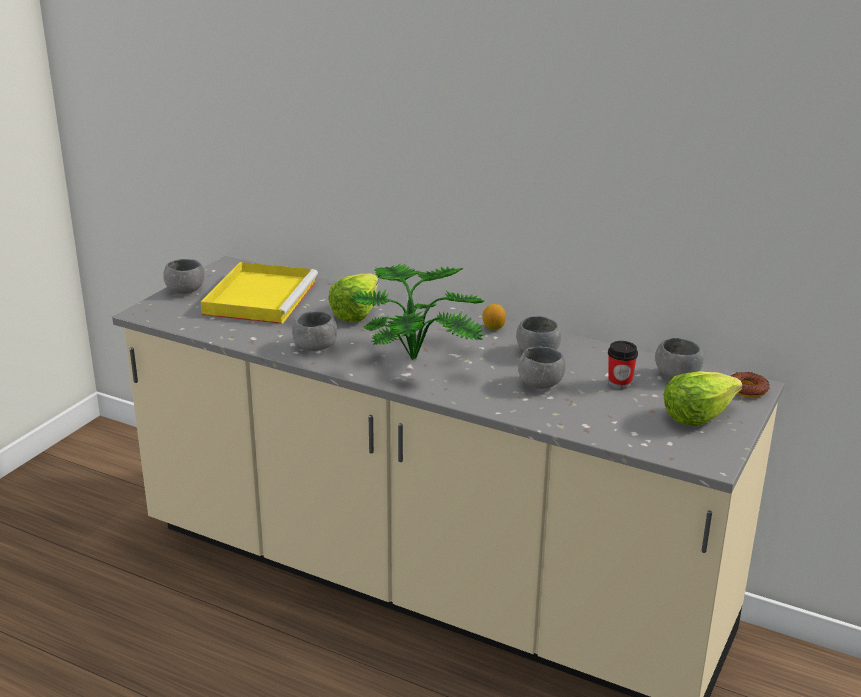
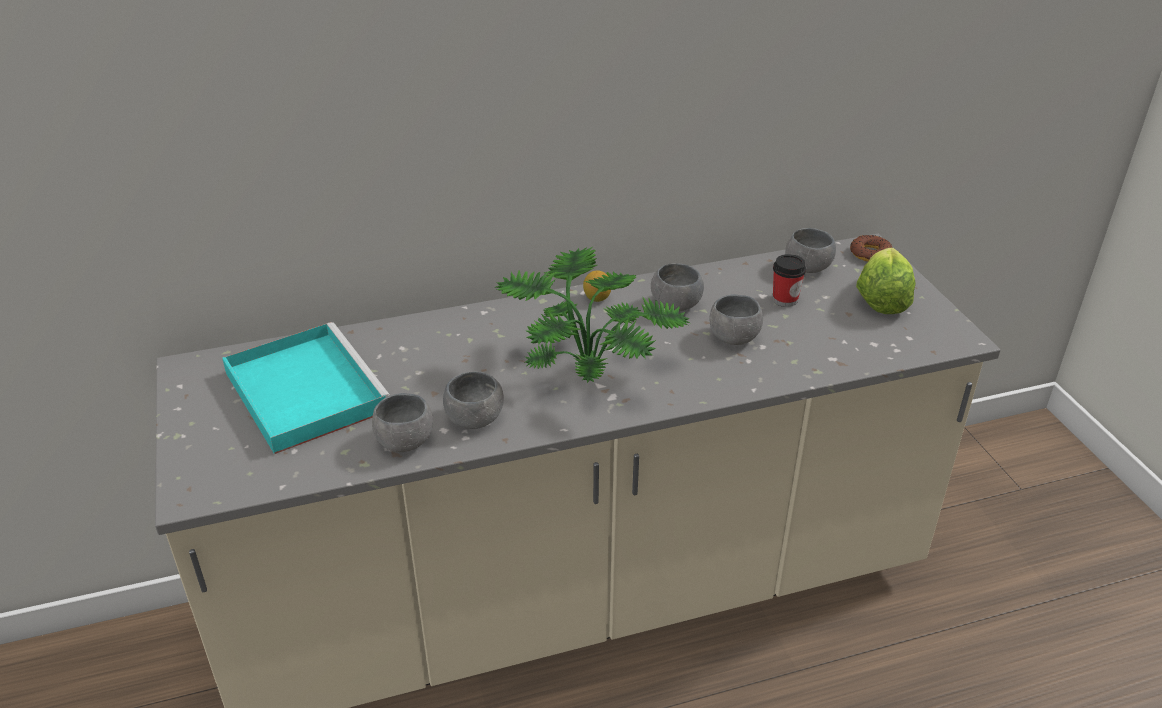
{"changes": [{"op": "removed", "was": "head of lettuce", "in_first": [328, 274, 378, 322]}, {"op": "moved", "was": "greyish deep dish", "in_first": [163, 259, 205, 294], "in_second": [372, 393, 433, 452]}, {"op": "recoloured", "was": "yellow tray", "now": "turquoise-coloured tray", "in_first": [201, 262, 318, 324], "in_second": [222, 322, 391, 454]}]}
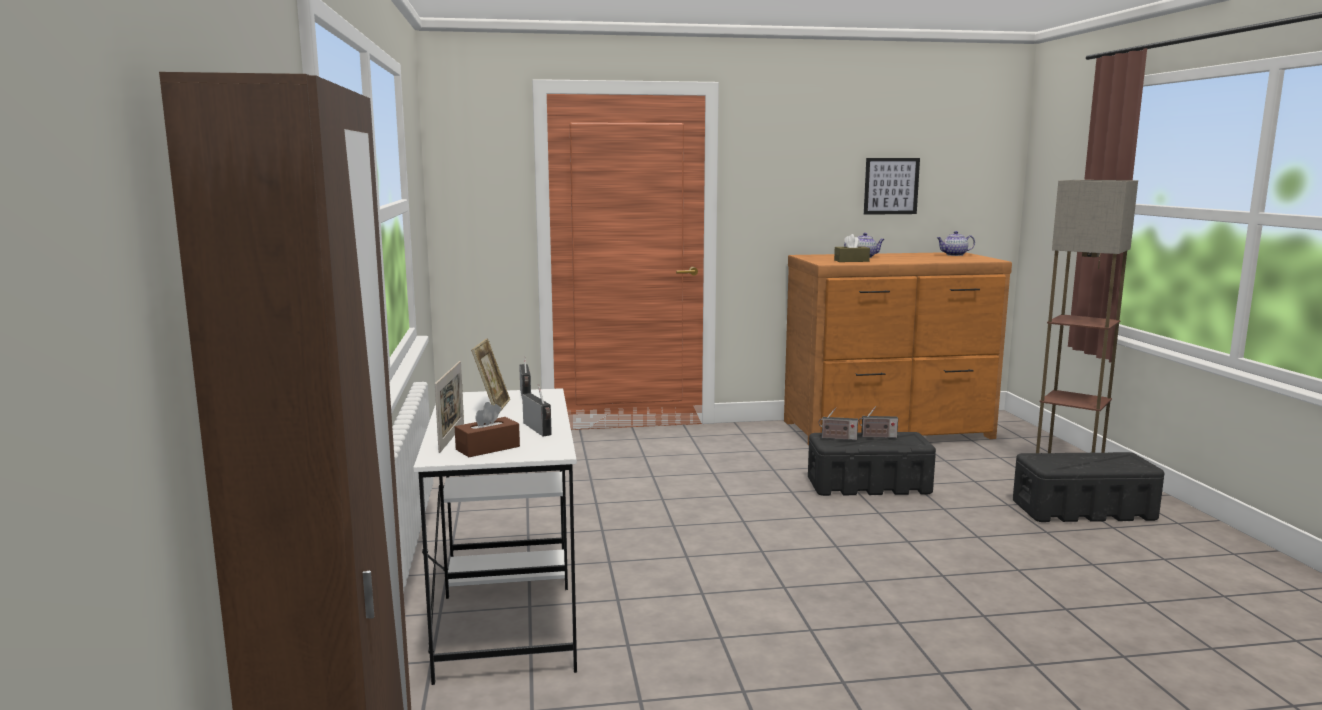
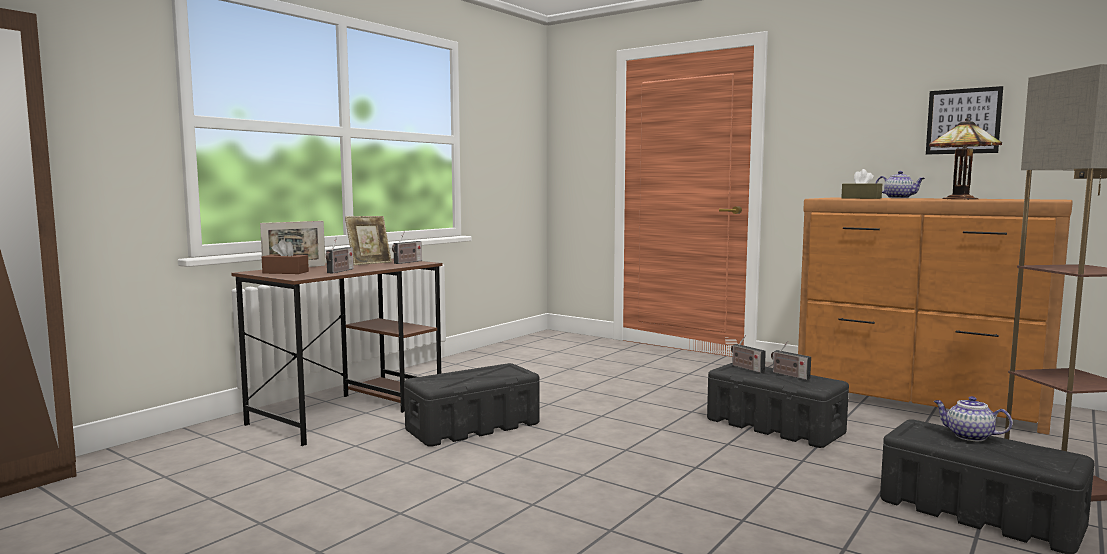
{"changes": [{"op": "added", "now": "black-coloured storage box", "in_second": [404, 363, 540, 447]}, {"op": "added", "now": "table lamp", "in_second": [929, 118, 1002, 200]}, {"op": "moved", "was": "pot for tea", "in_first": [937, 231, 975, 256], "in_second": [934, 396, 1012, 441]}, {"op": "recoloured", "was": "whitish desk", "now": "brownish desk", "in_first": [413, 388, 577, 685], "in_second": [231, 258, 443, 446]}]}
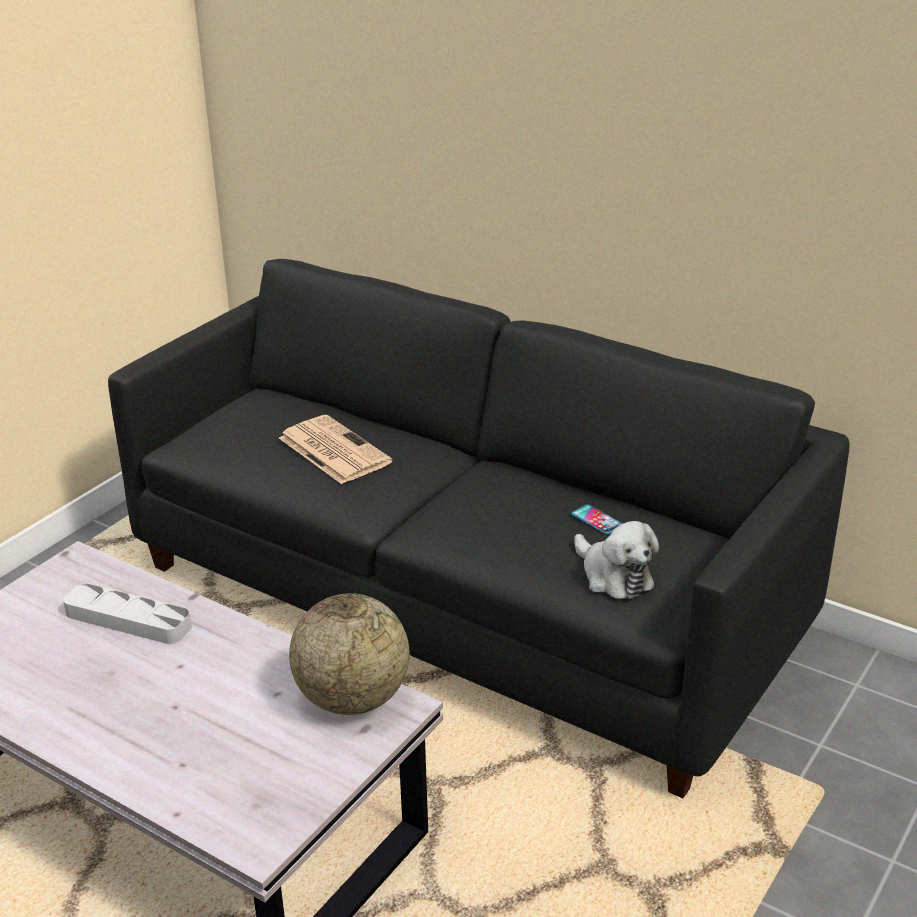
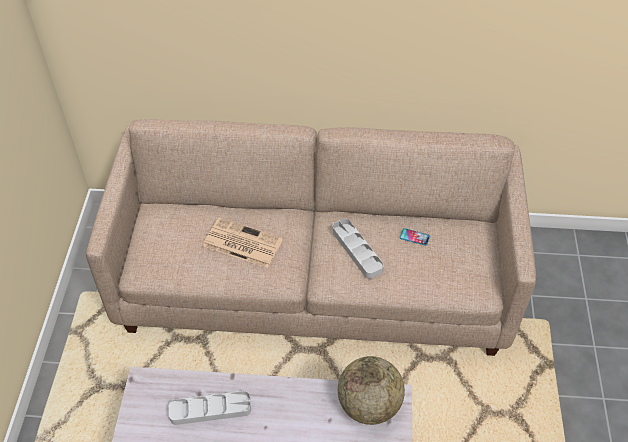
{"changes": [{"op": "removed", "was": "plush toy", "in_first": [574, 521, 659, 599]}, {"op": "added", "now": "greyish tray", "in_second": [332, 219, 383, 279]}, {"op": "recoloured", "was": "black-coloured settee", "now": "beige settee", "in_first": [108, 259, 850, 798], "in_second": [86, 119, 536, 356]}]}
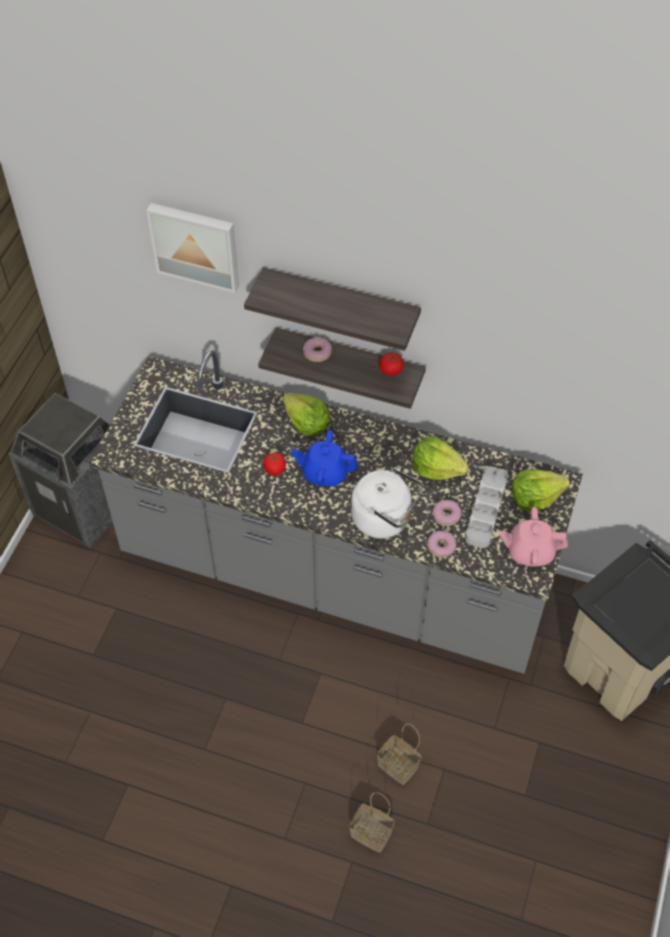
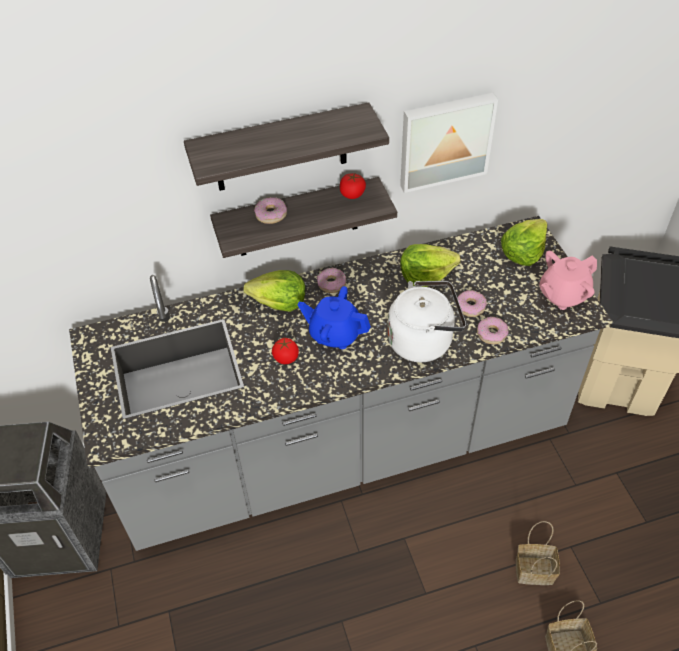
{"changes": [{"op": "removed", "was": "greyish tray", "in_first": [465, 466, 508, 548]}, {"op": "added", "now": "doughnut", "in_second": [317, 268, 346, 293]}, {"op": "moved", "was": "wall picture", "in_first": [146, 203, 239, 293], "in_second": [400, 93, 498, 193]}, {"op": "turned", "was": "blue pot for tea", "in_first": [291, 430, 358, 487], "in_second": [298, 286, 371, 349], "clockwise": 45}]}
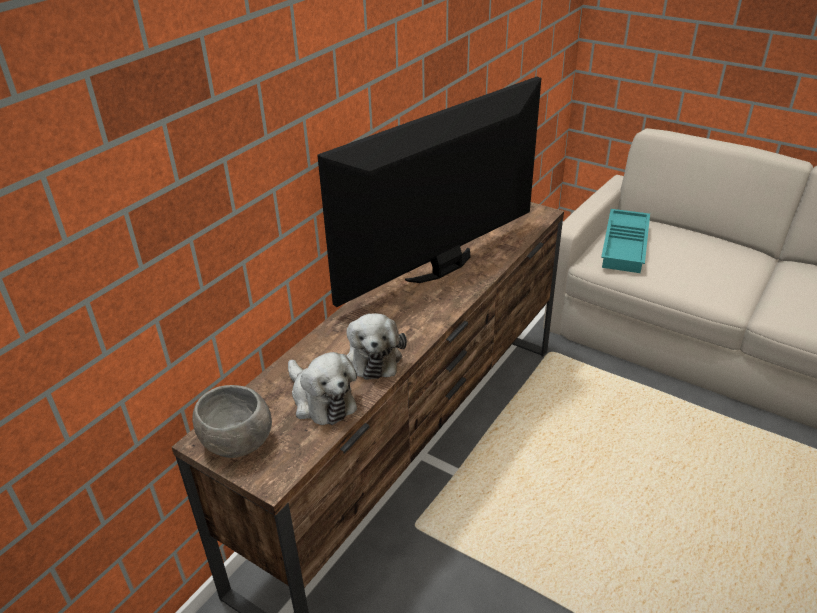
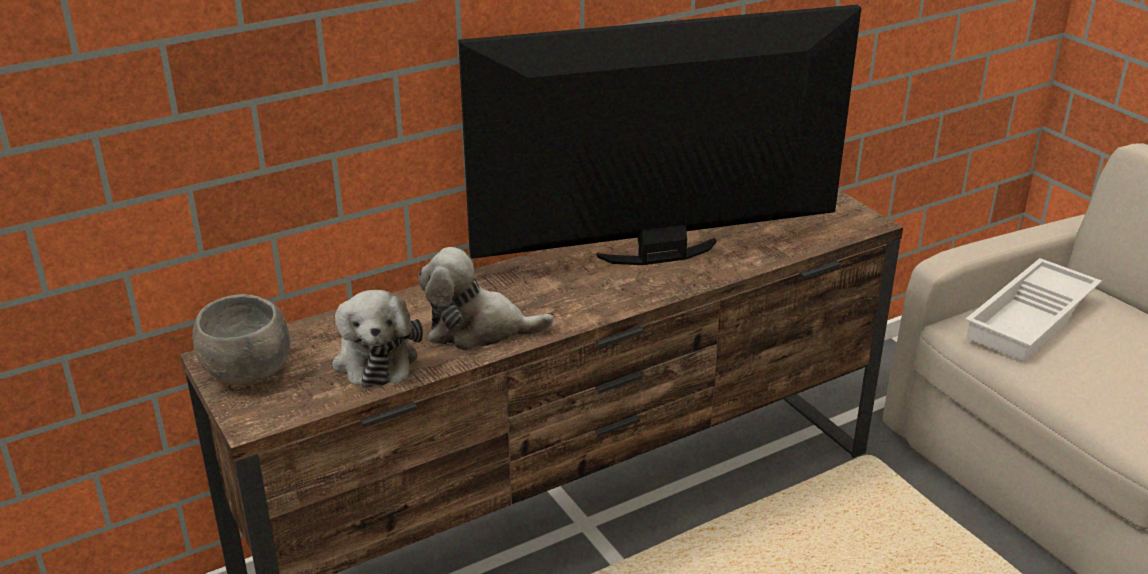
{"changes": [{"op": "recoloured", "was": "turquoise-coloured tray", "now": "whitish tray", "in_first": [601, 209, 650, 273], "in_second": [965, 258, 1102, 362]}, {"op": "turned", "was": "plush toy", "in_first": [347, 313, 407, 380], "in_second": [418, 247, 554, 351], "clockwise": 75}]}
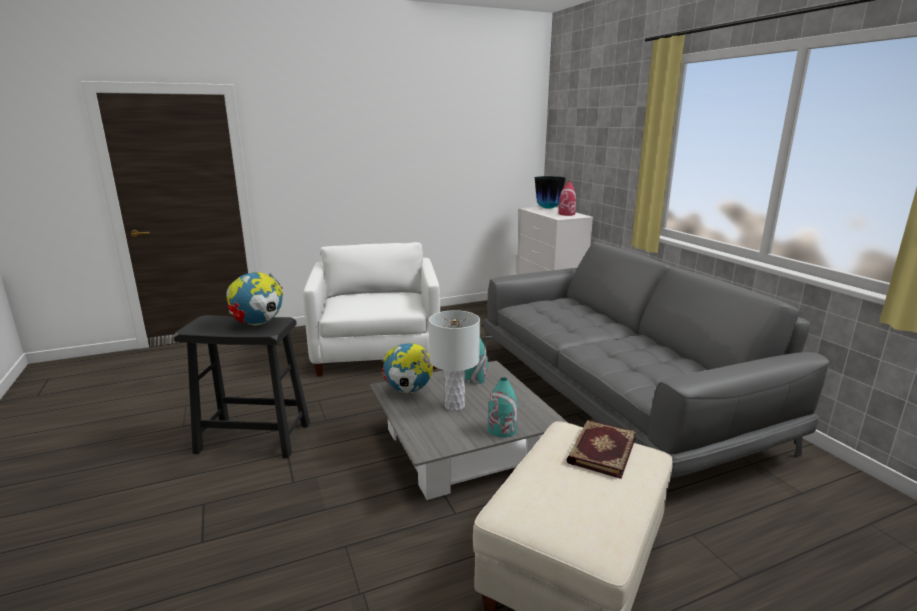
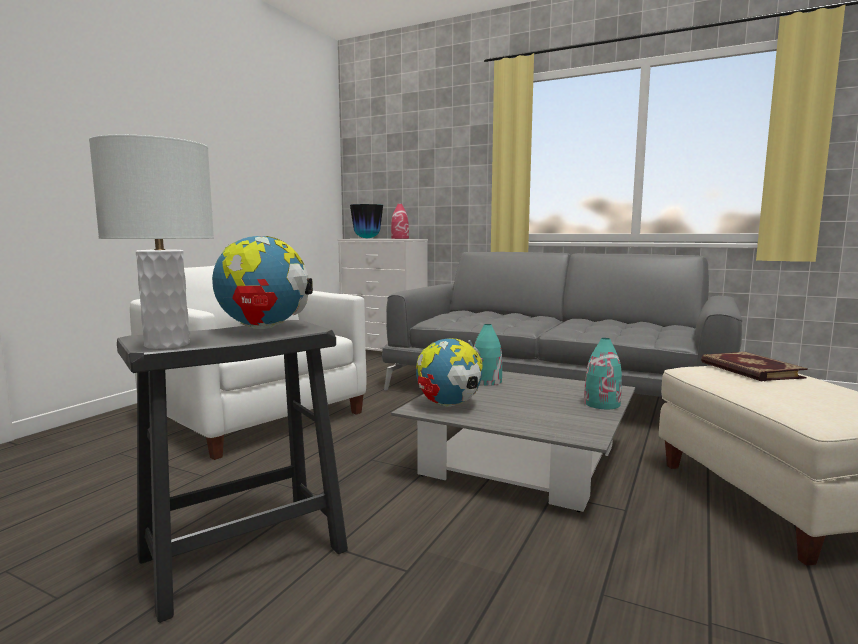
{"changes": [{"op": "moved", "was": "whitish table lamp", "in_first": [429, 310, 480, 411], "in_second": [89, 135, 214, 349]}]}
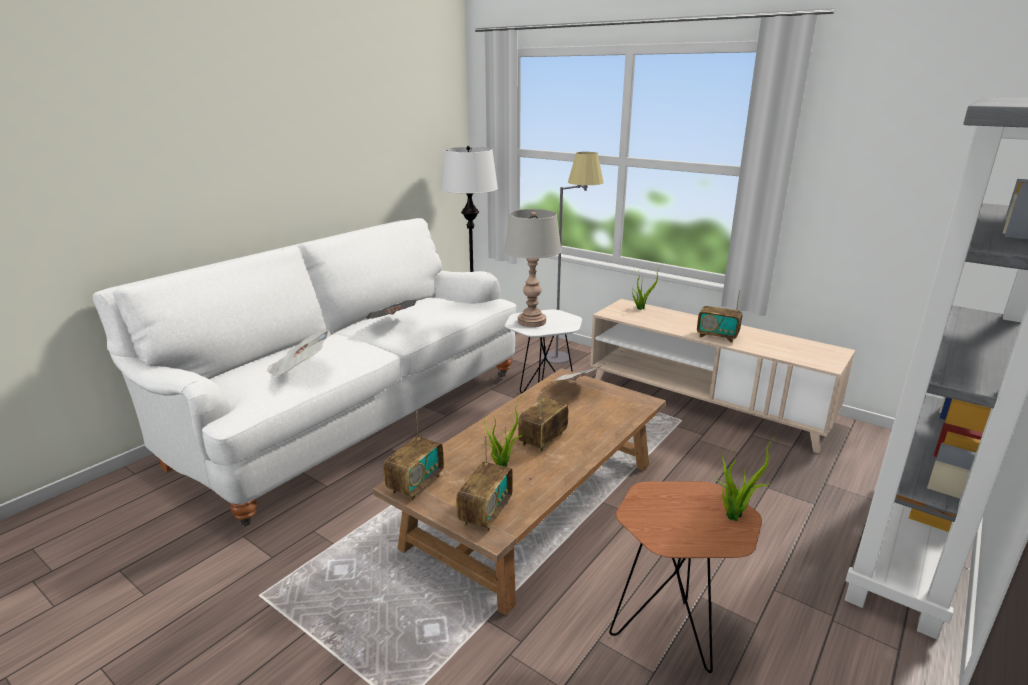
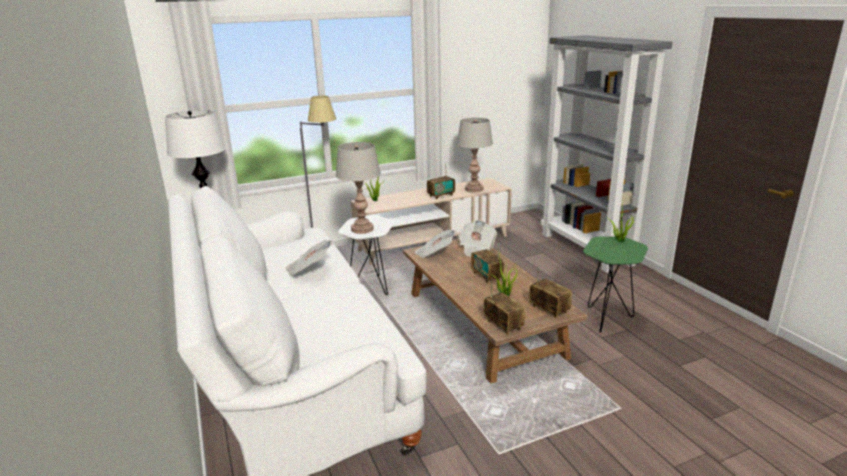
{"changes": [{"op": "added", "now": "greyish table lamp", "in_second": [457, 118, 493, 193]}, {"op": "moved", "was": "daily paper", "in_first": [267, 330, 330, 379], "in_second": [458, 220, 497, 256]}, {"op": "recoloured", "was": "brownish end table", "now": "greenish end table", "in_first": [609, 481, 762, 673], "in_second": [583, 236, 648, 333]}]}
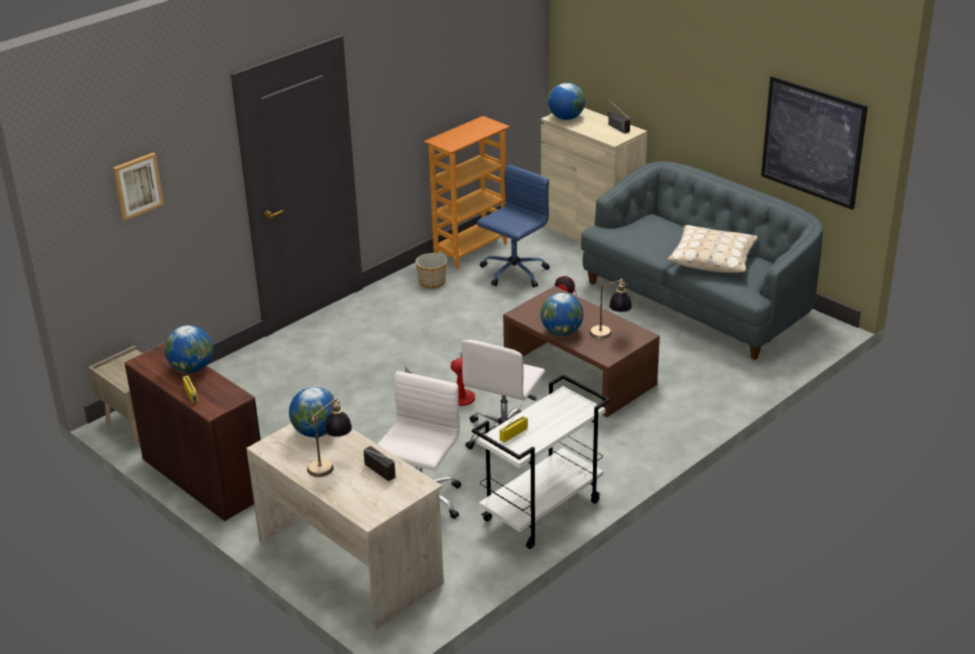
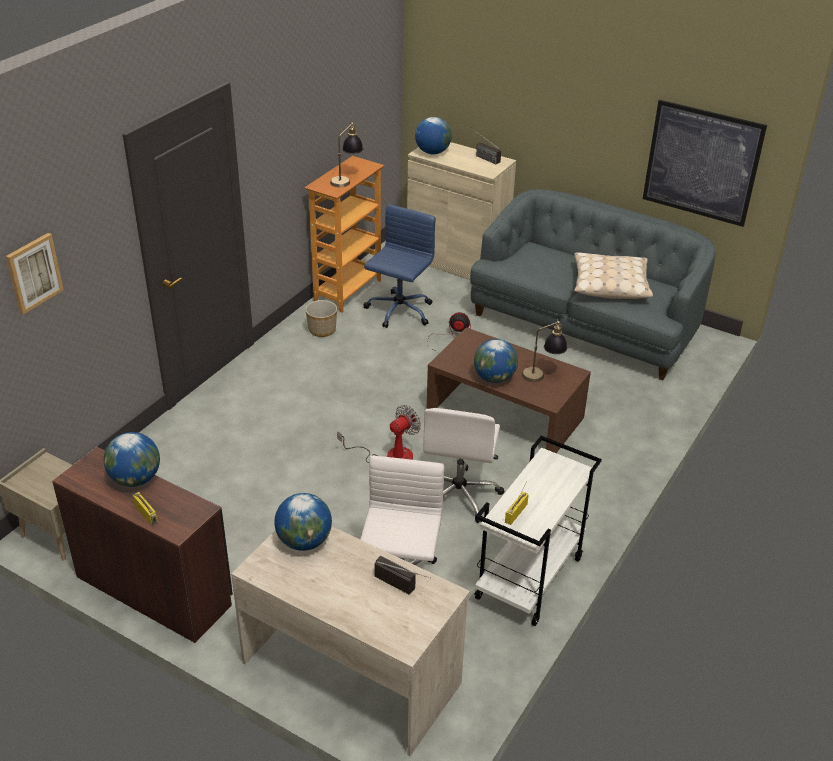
{"changes": [{"op": "moved", "was": "table lamp", "in_first": [307, 397, 352, 477], "in_second": [330, 122, 363, 187]}]}
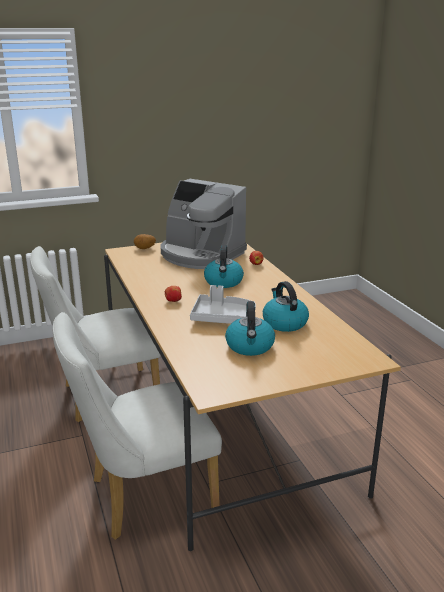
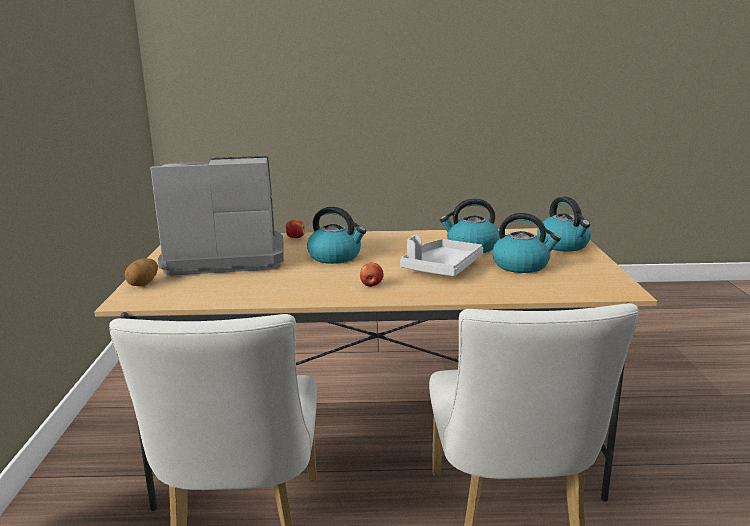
{"changes": [{"op": "added", "now": "water kettle", "in_second": [537, 196, 591, 251]}, {"op": "turned", "was": "coffee maker", "in_first": [160, 179, 247, 269], "in_second": [150, 156, 284, 276], "clockwise": -150}]}
